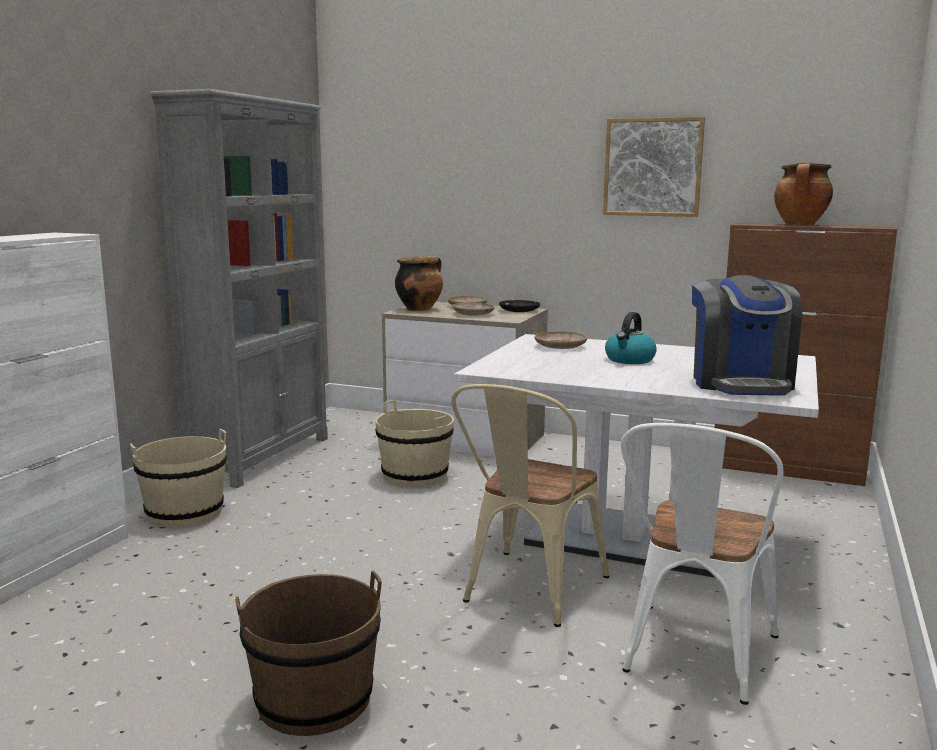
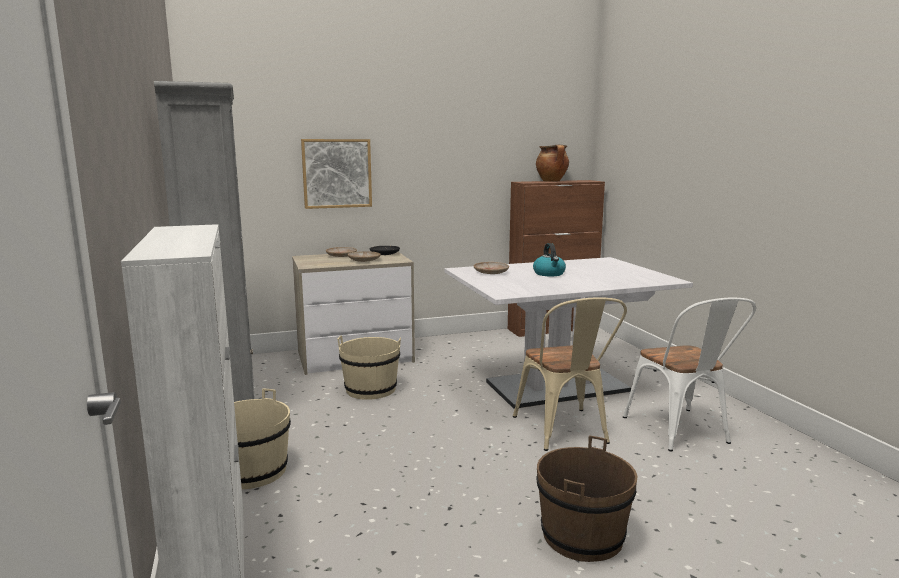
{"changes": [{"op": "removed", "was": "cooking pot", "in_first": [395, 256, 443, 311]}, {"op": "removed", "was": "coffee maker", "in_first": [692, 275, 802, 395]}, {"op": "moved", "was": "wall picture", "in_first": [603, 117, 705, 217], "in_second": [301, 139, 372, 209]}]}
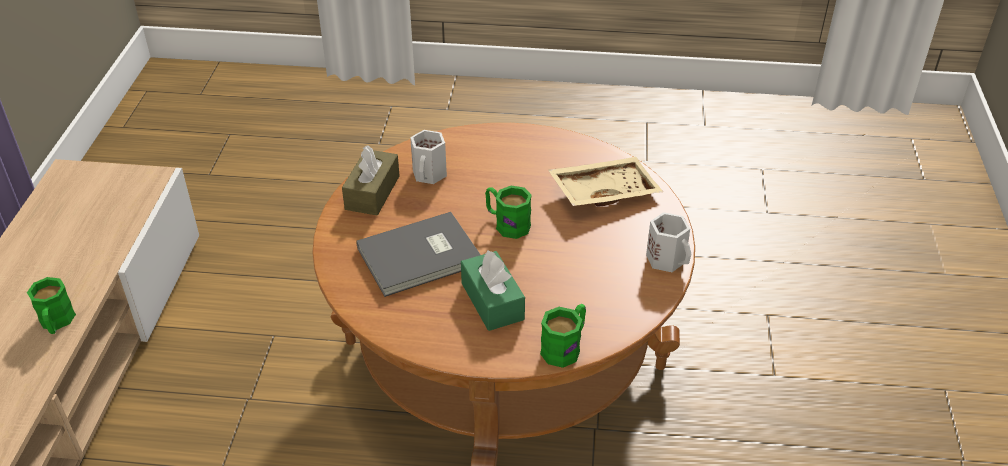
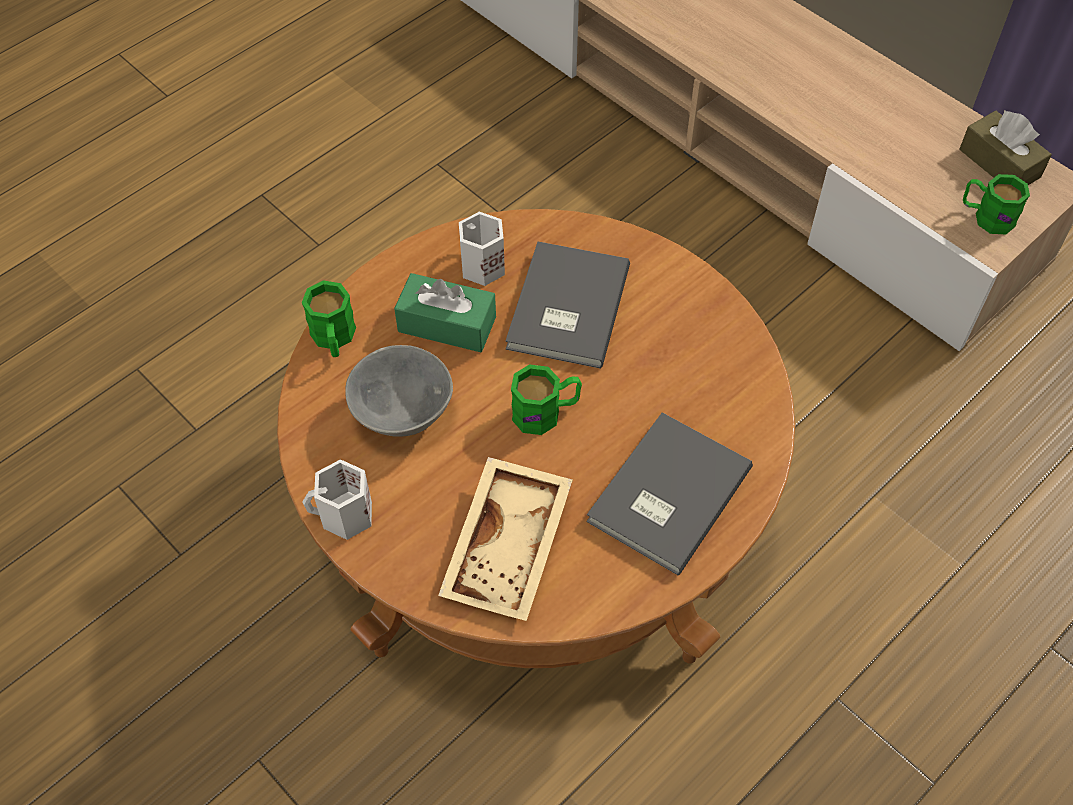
{"changes": [{"op": "added", "now": "greyish deep dish", "in_second": [345, 345, 453, 437]}, {"op": "added", "now": "greyish volume", "in_second": [586, 413, 753, 575]}, {"op": "moved", "was": "greenish coffee mug", "in_first": [27, 277, 76, 334], "in_second": [963, 174, 1030, 234]}, {"op": "moved", "was": "brownish box of tissues", "in_first": [342, 145, 400, 215], "in_second": [959, 110, 1052, 185]}, {"op": "moved", "was": "whitish coffee mug", "in_first": [410, 130, 447, 184], "in_second": [459, 212, 505, 286]}]}
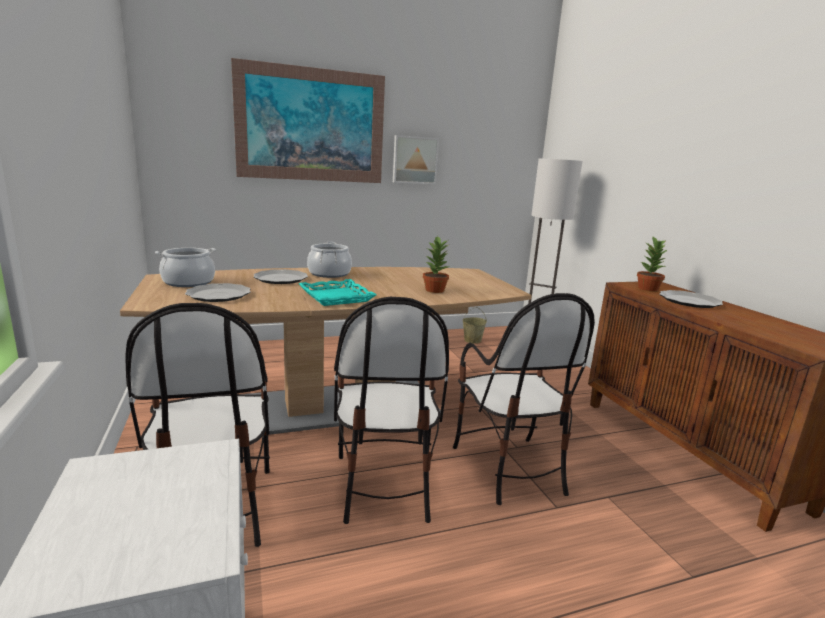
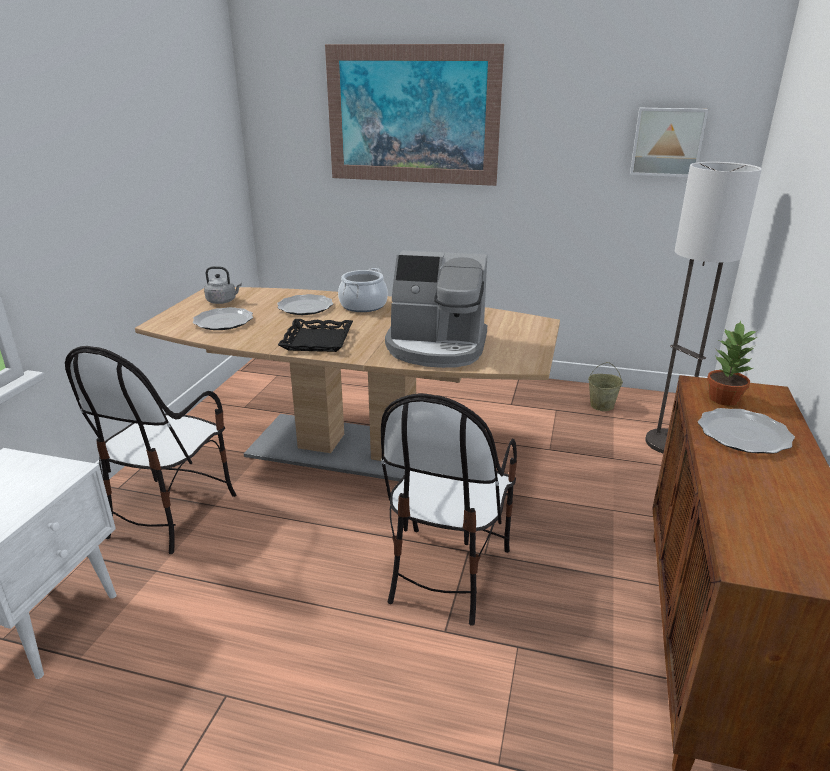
{"changes": [{"op": "removed", "was": "upright chair", "in_first": [334, 297, 449, 524]}, {"op": "moved", "was": "wall picture", "in_first": [393, 135, 439, 184], "in_second": [630, 108, 709, 177]}, {"op": "replaced", "was": "cooking pot", "now": "greyish water kettle", "in_first": [155, 248, 216, 287], "in_second": [204, 266, 242, 304]}, {"op": "replaced", "was": "potted plant", "now": "coffee maker", "in_first": [423, 236, 450, 293], "in_second": [385, 251, 487, 368]}, {"op": "recoloured", "was": "turquoise-coloured tray", "now": "black-coloured tray", "in_first": [299, 279, 376, 306], "in_second": [278, 319, 353, 352]}]}
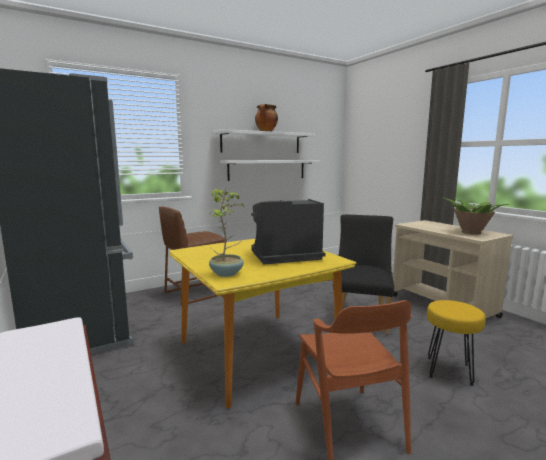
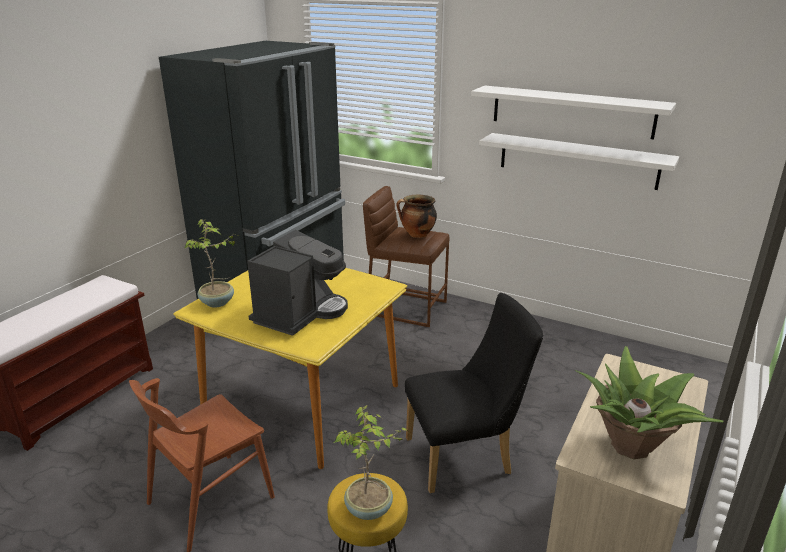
{"changes": [{"op": "added", "now": "potted plant", "in_second": [334, 405, 409, 520]}, {"op": "moved", "was": "cooking pot", "in_first": [255, 104, 278, 131], "in_second": [397, 194, 437, 238]}, {"op": "turned", "was": "coffee maker", "in_first": [251, 199, 326, 264], "in_second": [247, 230, 348, 336], "clockwise": 75}]}
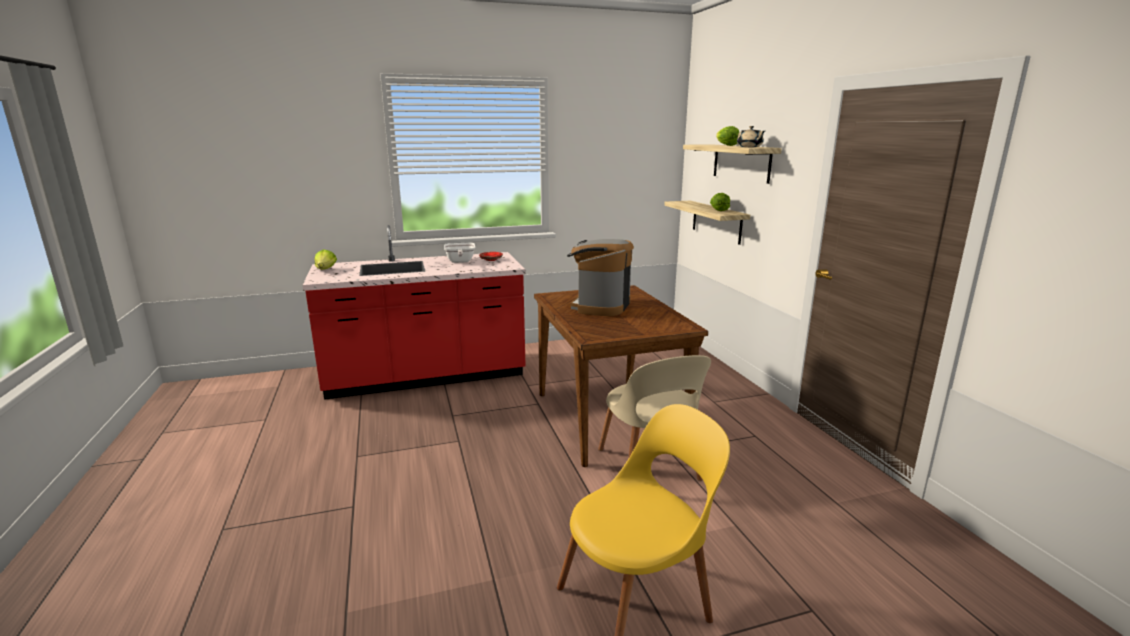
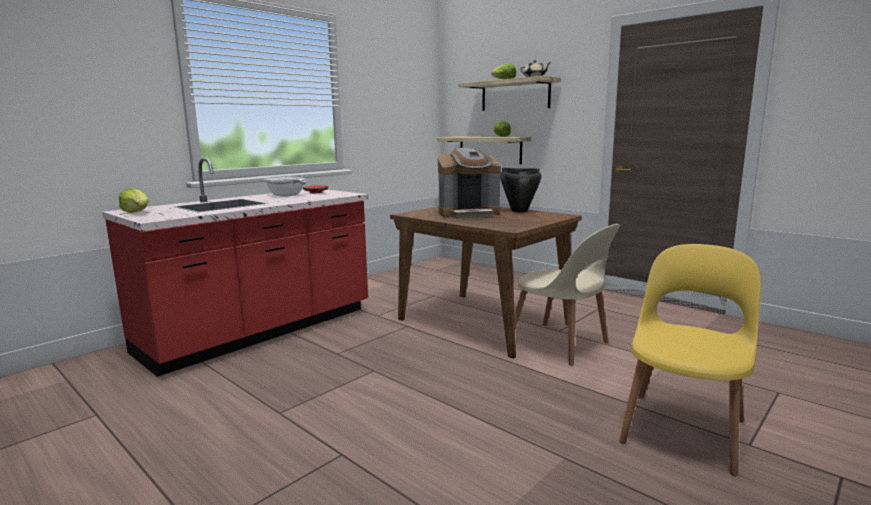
{"changes": [{"op": "added", "now": "black-coloured cooking pot", "in_second": [500, 168, 542, 213]}, {"op": "turned", "was": "coffee maker", "in_first": [567, 239, 634, 316], "in_second": [438, 148, 501, 219], "clockwise": -90}]}
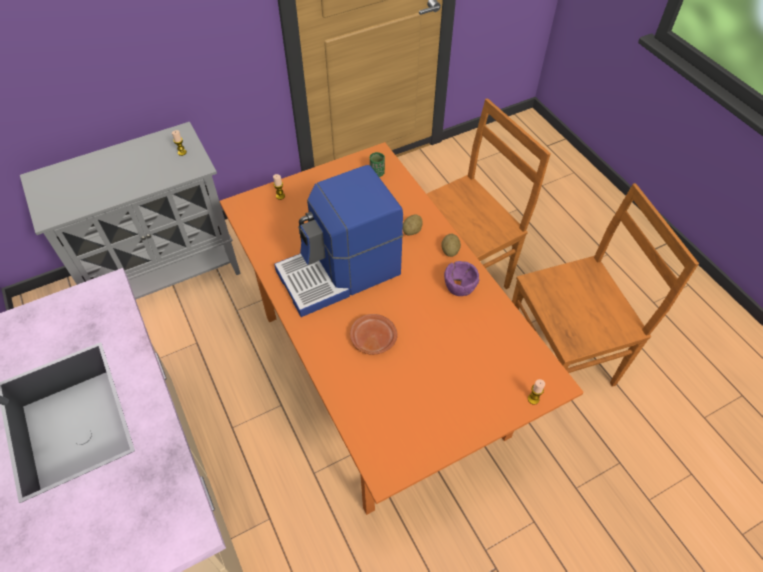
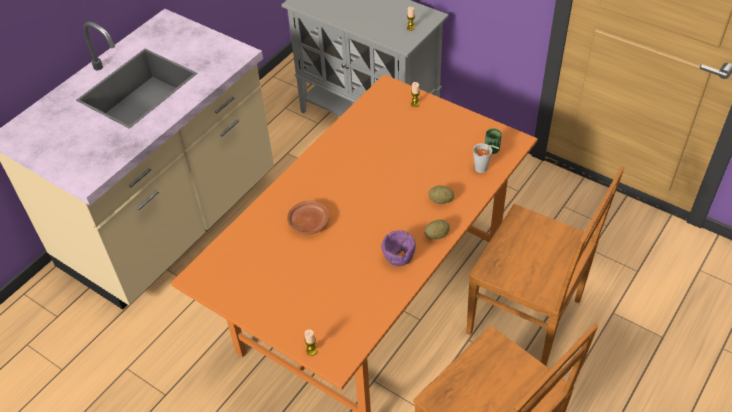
{"changes": [{"op": "removed", "was": "coffee maker", "in_first": [274, 165, 403, 317]}, {"op": "added", "now": "greyish drinking cup", "in_second": [473, 143, 499, 173]}]}
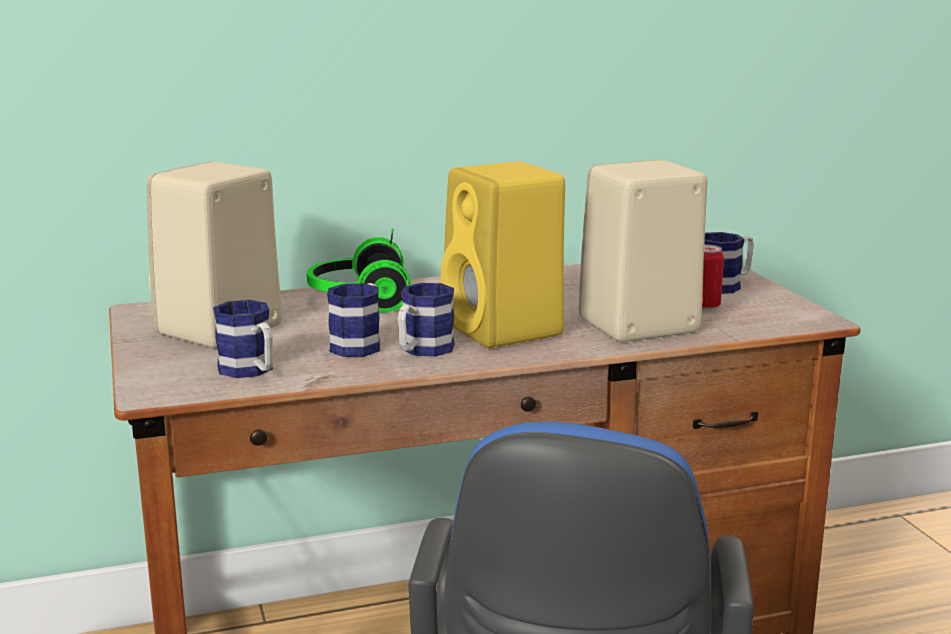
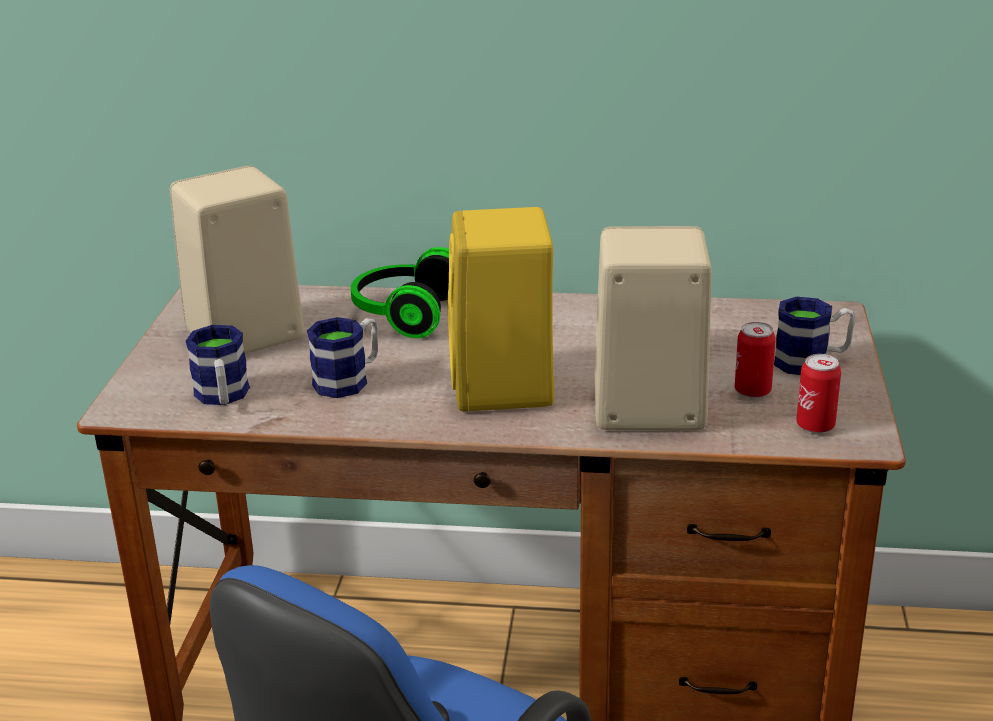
{"changes": [{"op": "removed", "was": "coffee mug", "in_first": [398, 283, 455, 357]}, {"op": "added", "now": "sealed can", "in_second": [796, 354, 841, 433]}]}
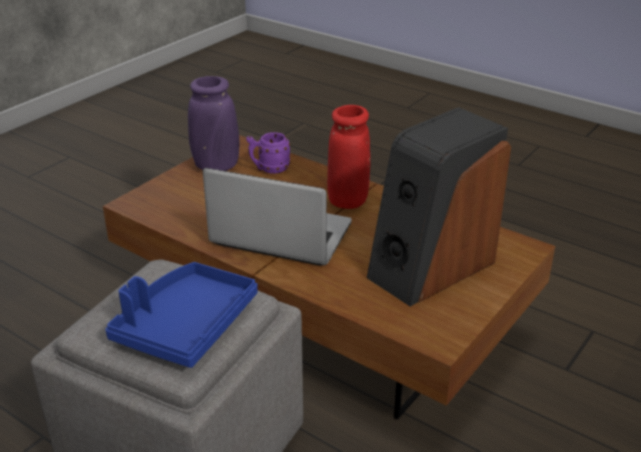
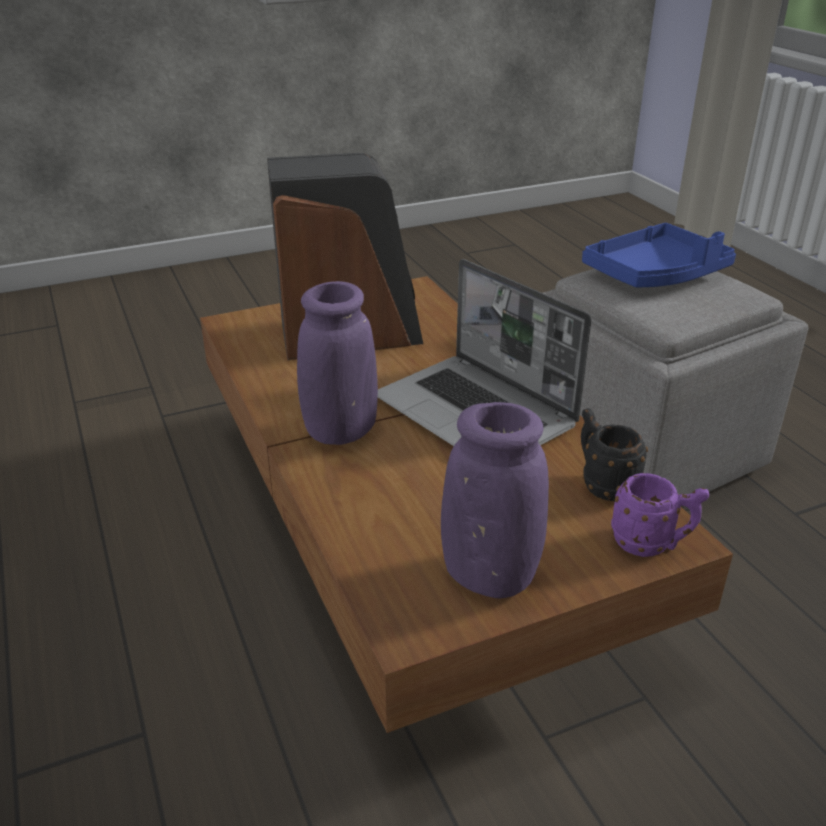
{"changes": [{"op": "added", "now": "black-coloured coffee mug", "in_second": [581, 408, 648, 501]}, {"op": "moved", "was": "purple-coloured coffee mug", "in_first": [246, 132, 291, 174], "in_second": [611, 473, 709, 557]}, {"op": "recoloured", "was": "red flower vase", "now": "purple-coloured flower vase", "in_first": [327, 105, 371, 209], "in_second": [297, 281, 378, 445]}]}
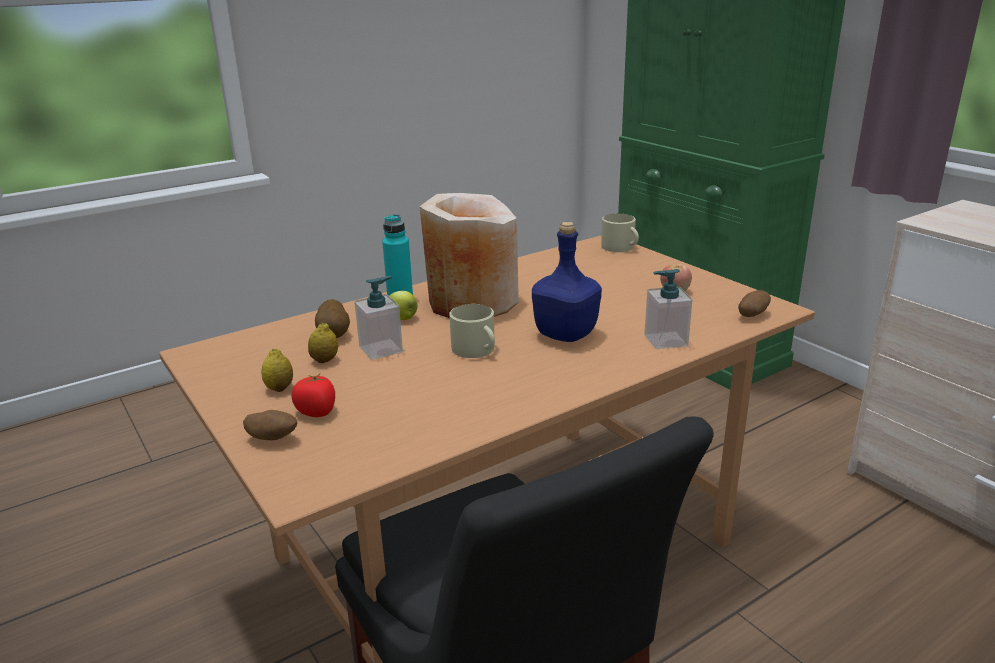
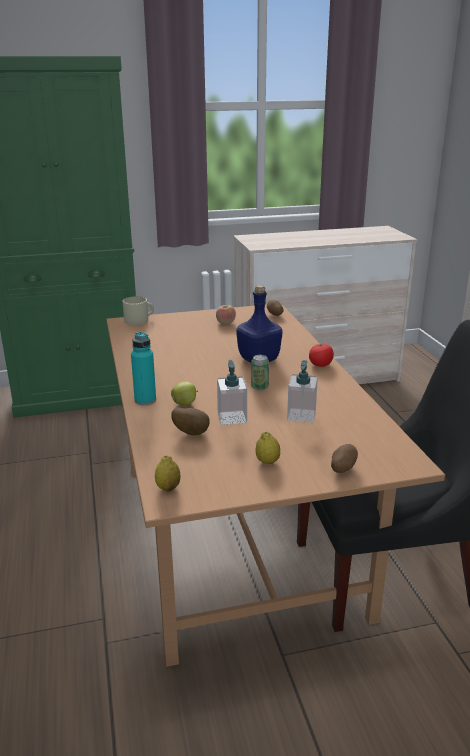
{"changes": [{"op": "removed", "was": "beige flower vase", "in_first": [420, 193, 519, 318]}, {"op": "moved", "was": "fresh tomato", "in_first": [292, 373, 335, 417], "in_second": [309, 344, 334, 367]}, {"op": "moved", "was": "citrus fruit", "in_first": [308, 323, 338, 363], "in_second": [155, 455, 180, 491]}, {"op": "moved", "was": "liquid soap bottle", "in_first": [644, 269, 692, 349], "in_second": [287, 360, 318, 423]}, {"op": "replaced", "was": "beige coffee mug", "now": "sealed can", "in_first": [449, 304, 495, 358], "in_second": [251, 355, 269, 390]}]}
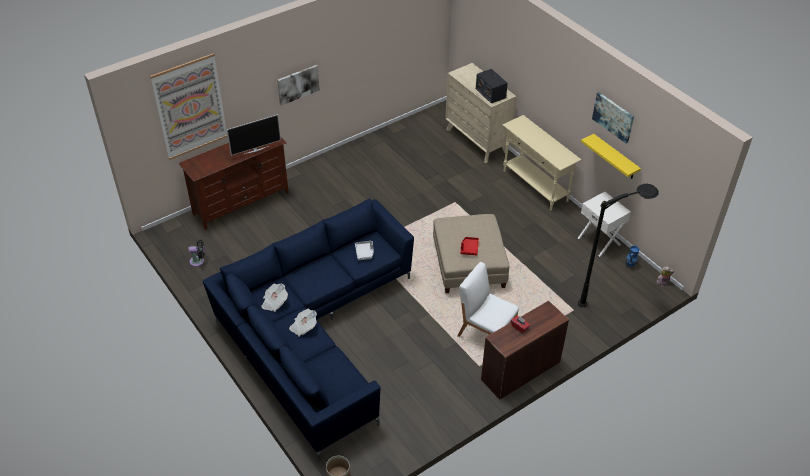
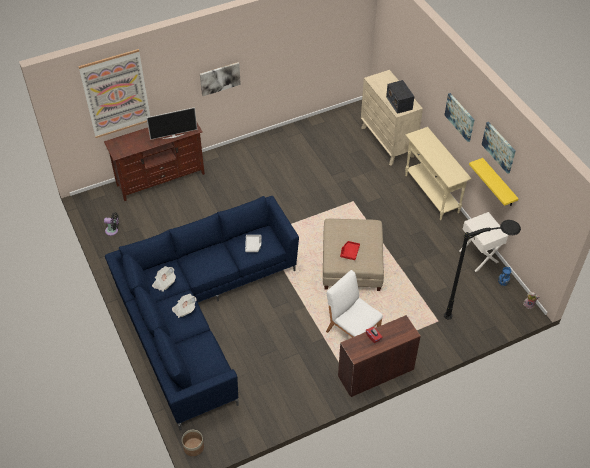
{"changes": [{"op": "added", "now": "wall picture", "in_second": [445, 93, 475, 142]}]}
